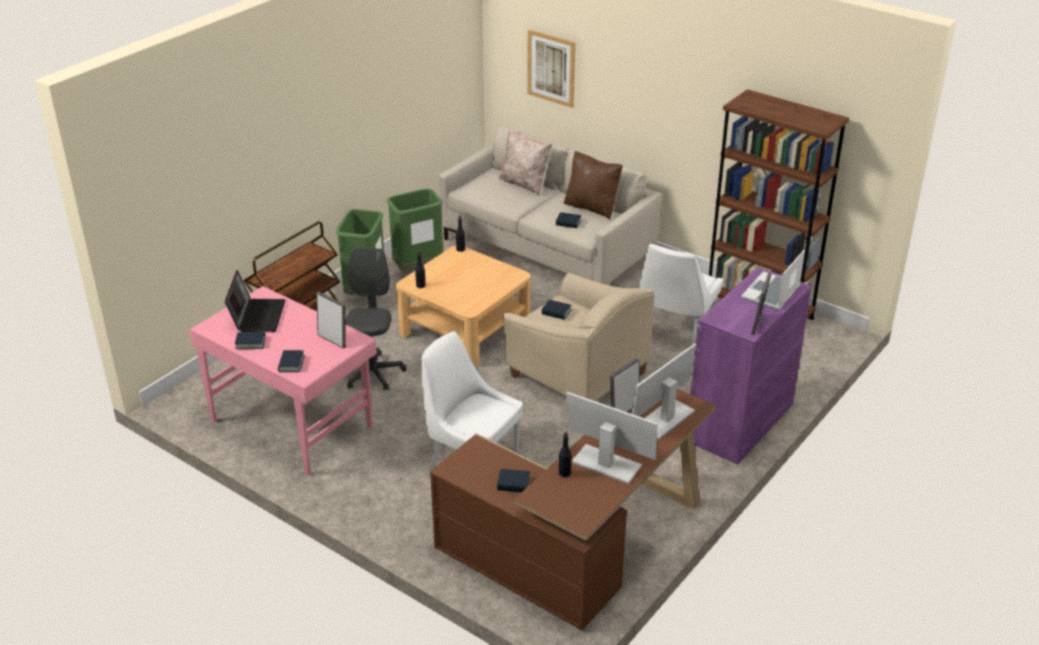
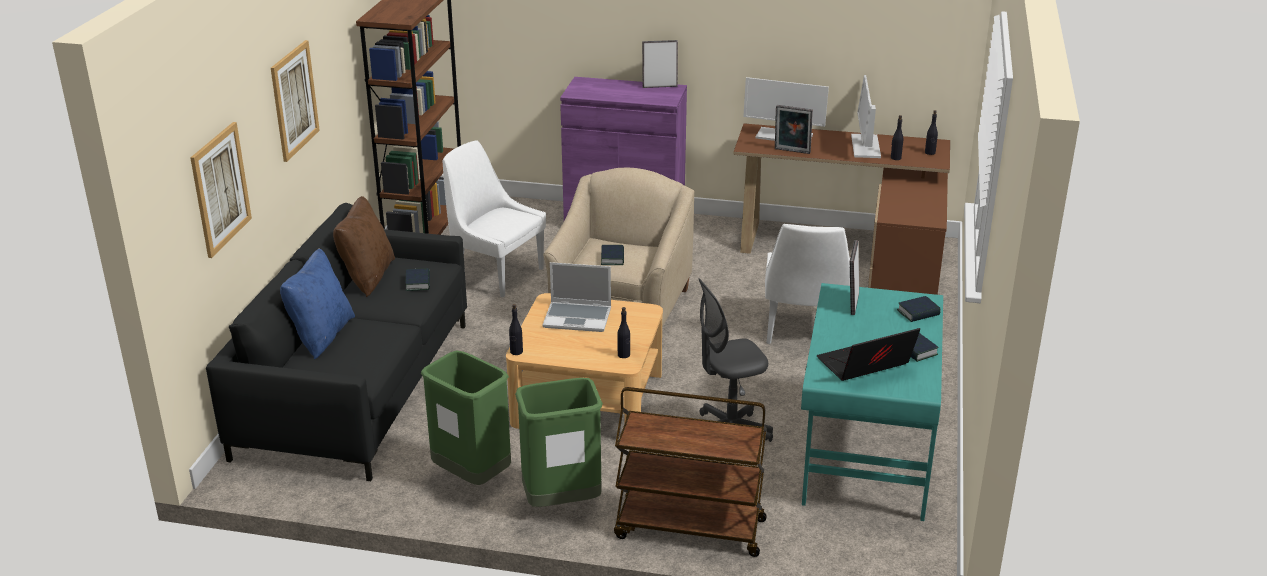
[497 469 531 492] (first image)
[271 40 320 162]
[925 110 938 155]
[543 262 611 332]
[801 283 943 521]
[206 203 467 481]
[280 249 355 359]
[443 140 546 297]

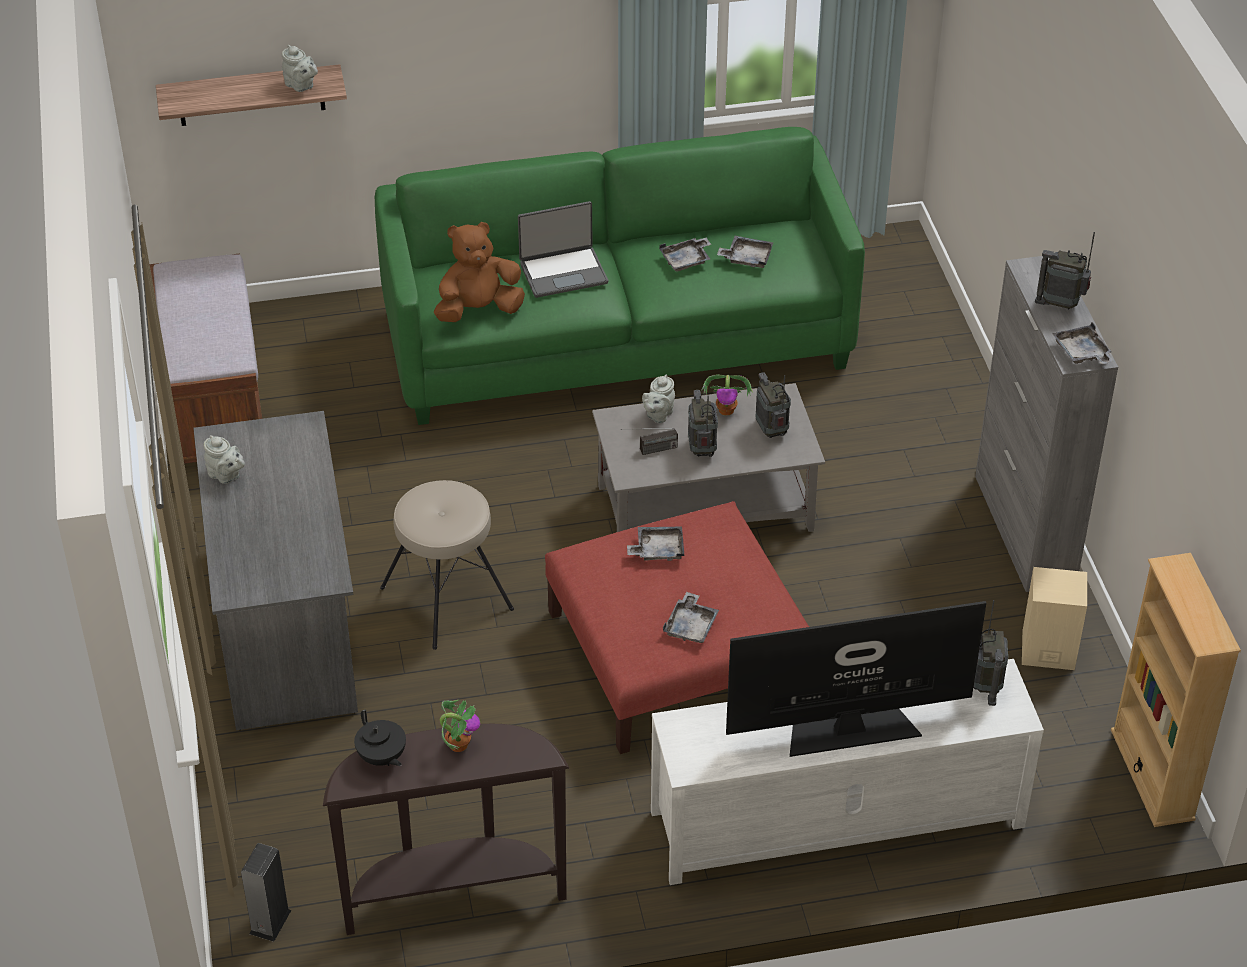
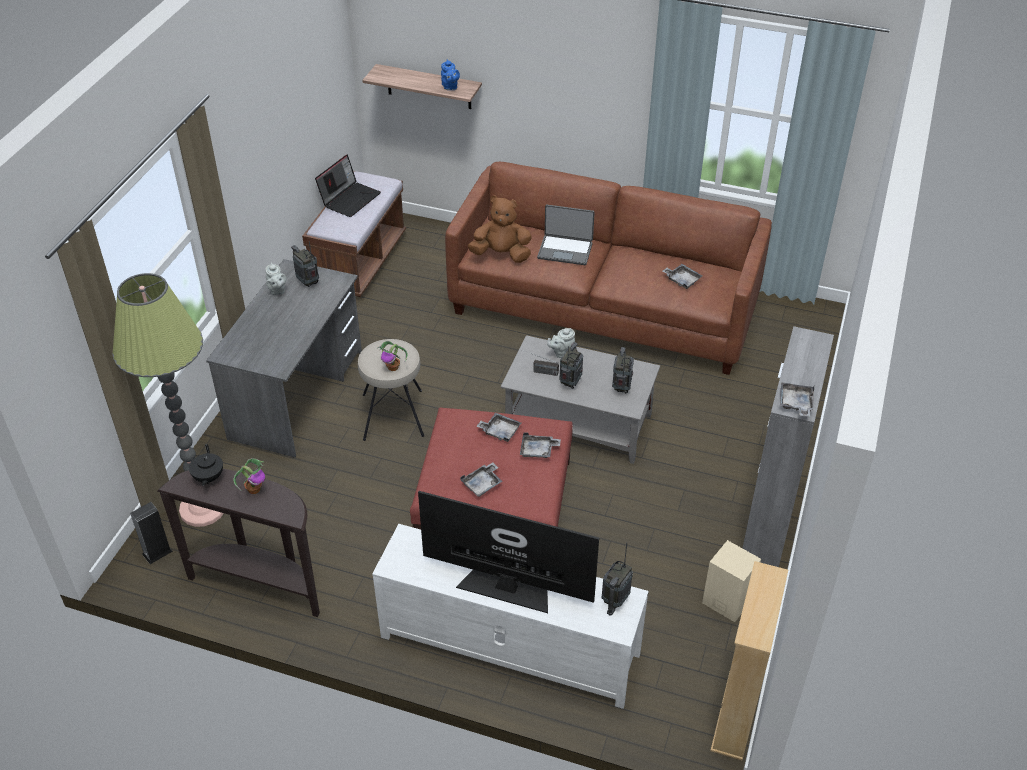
[112 273 224 527]
[315 154 381 217]
[520 433 561 458]
[378 341 408 371]
[291 241 319 287]
[441 59 460 90]
[445 162 772 375]

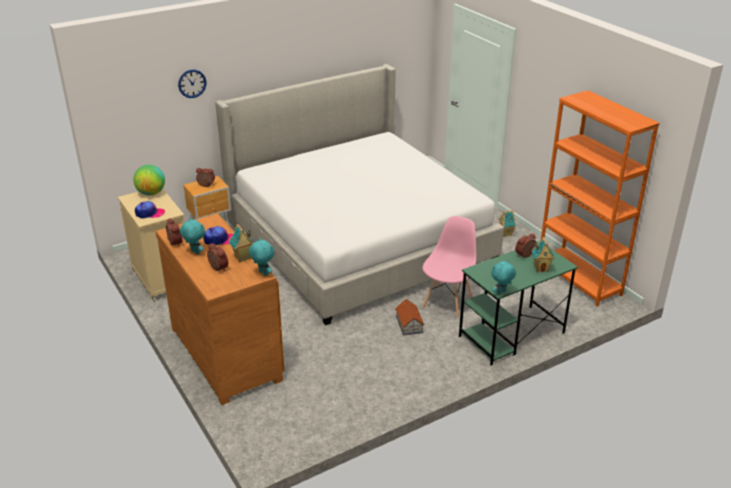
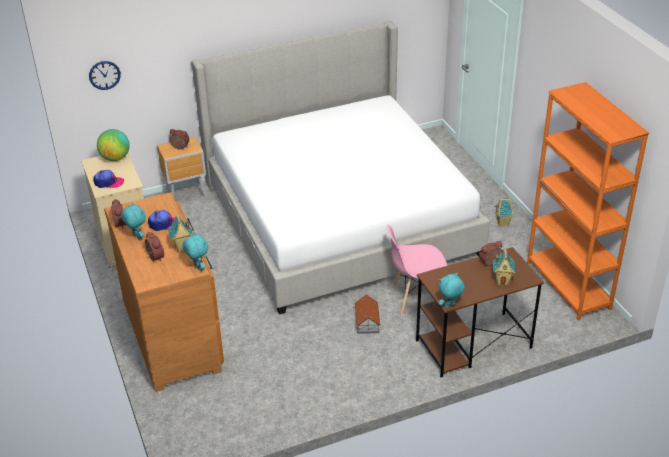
[89 61 121 90]
[416 247 544 377]
[387 224 447 316]

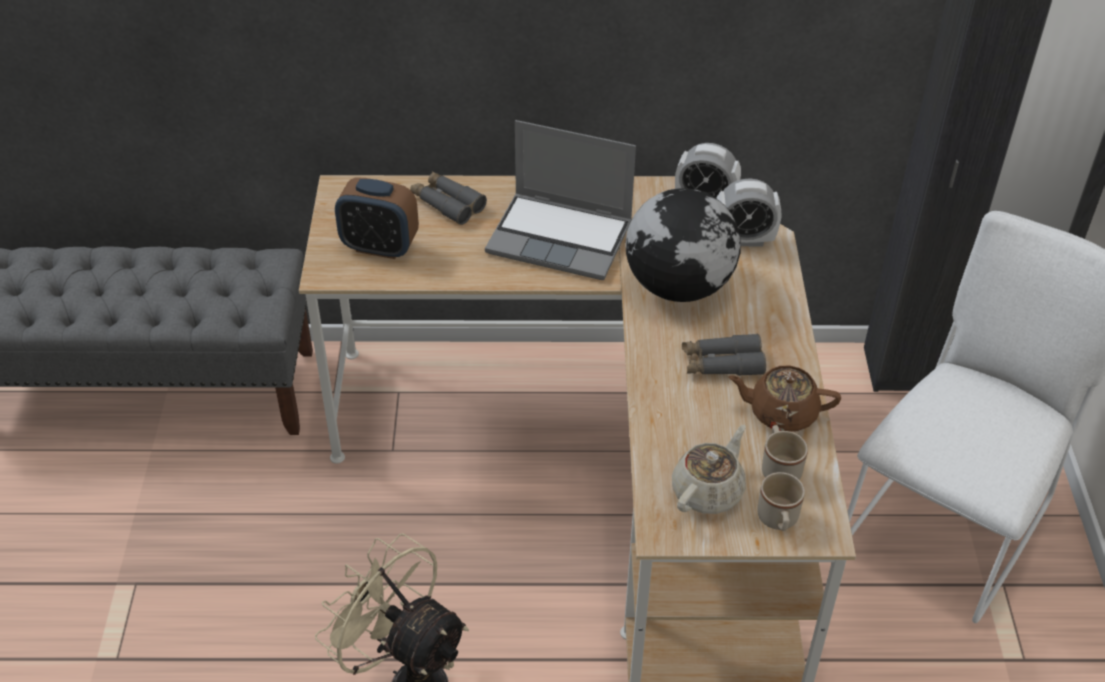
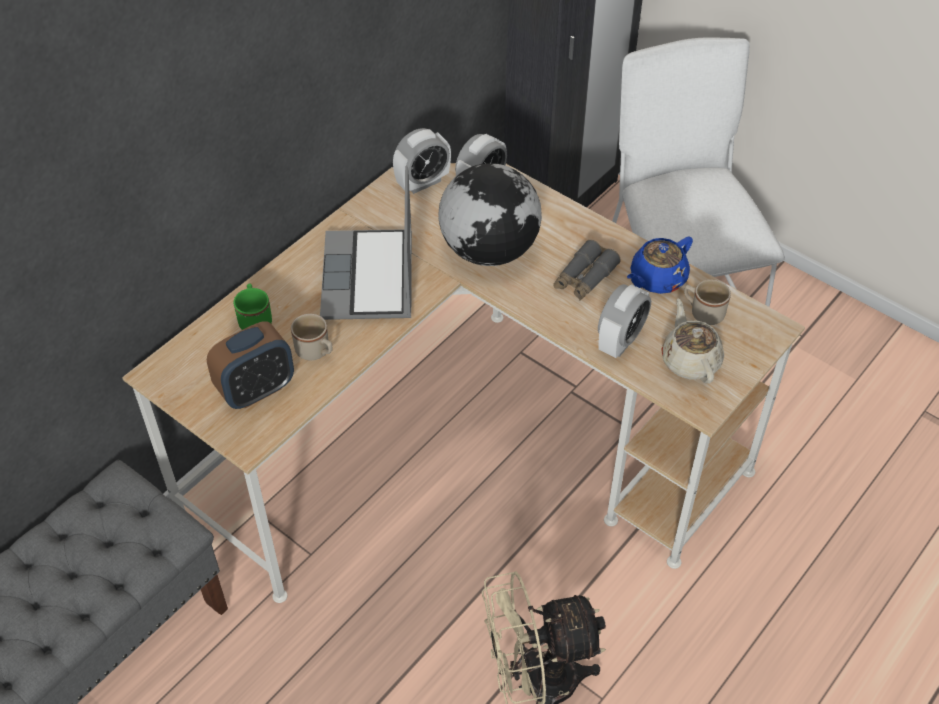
[598 284 651 358]
[291 314 332 360]
[234 284 272 330]
[627 237 693 294]
[320 166 412 320]

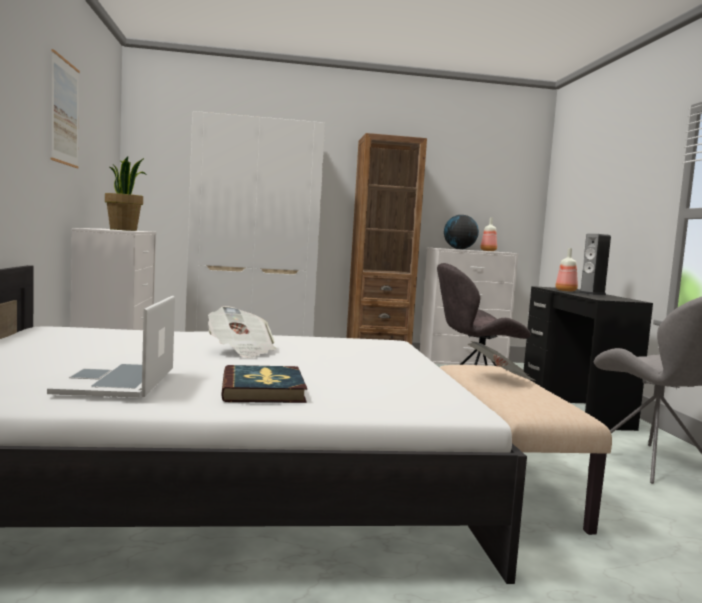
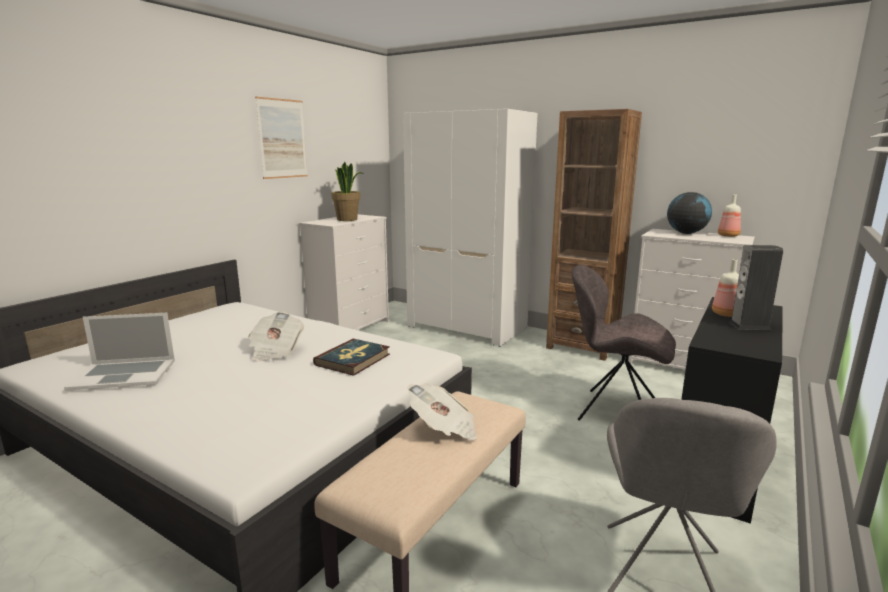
[313 339 390 376]
[64 313 175 391]

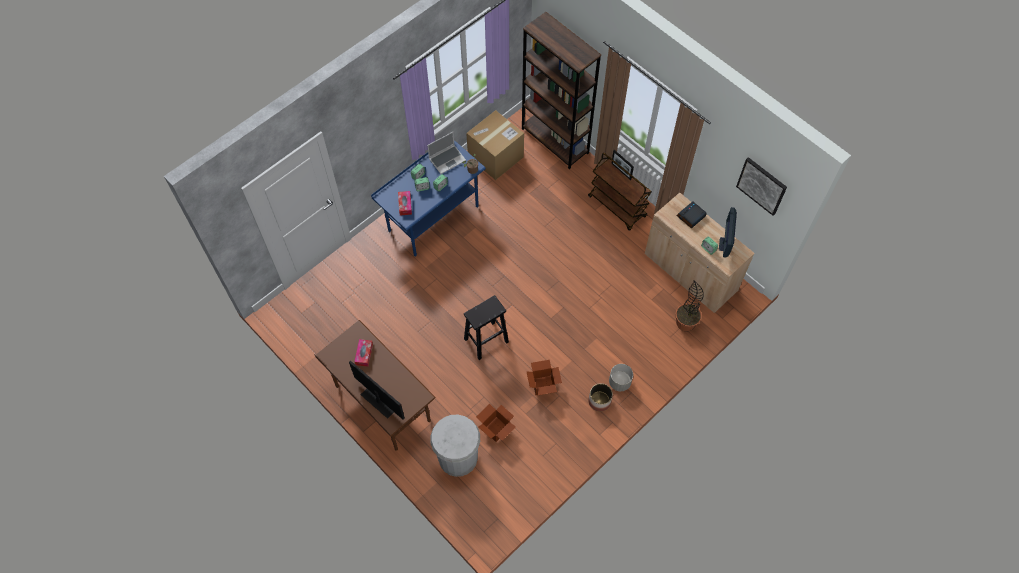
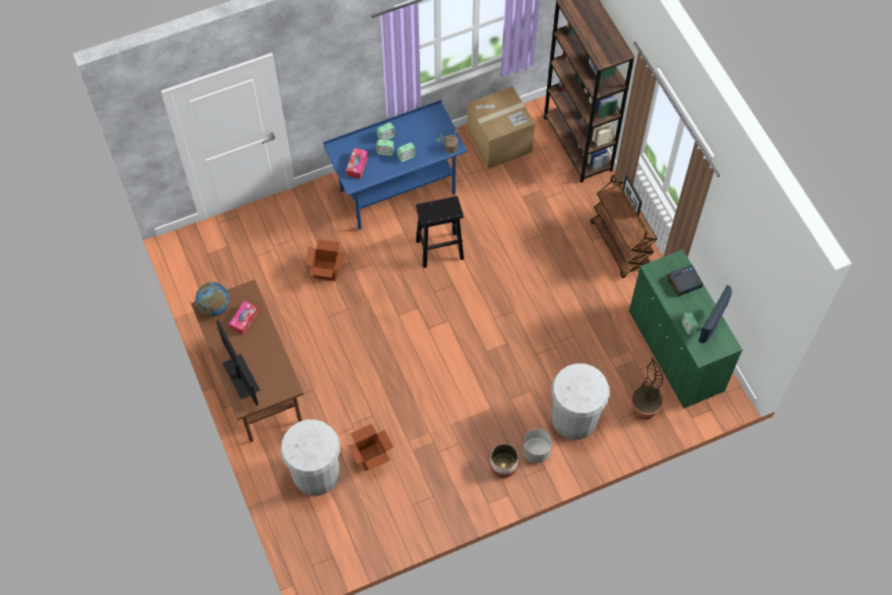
[427 132 466 174] (first image)
[736 157 787 216] (first image)
[195 282 230 316]
[551 363 610 440]
[416 196 464 268]
[304 239 346 281]
[629 249 743 408]

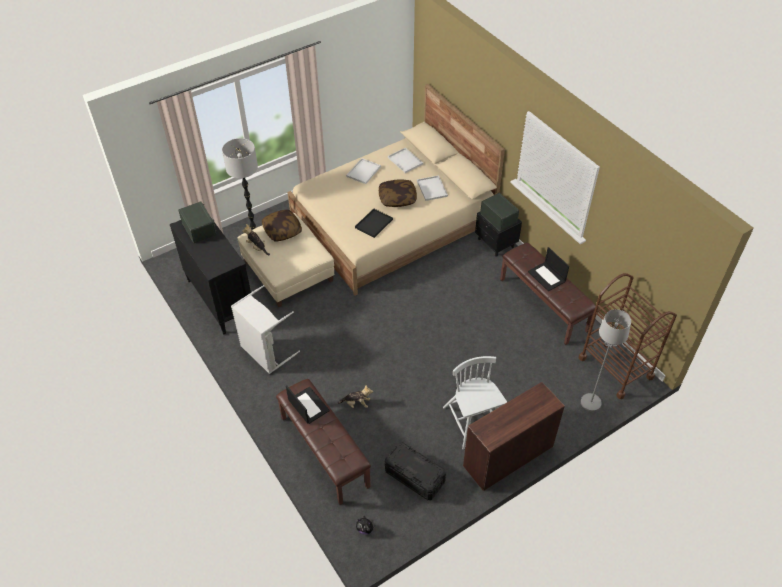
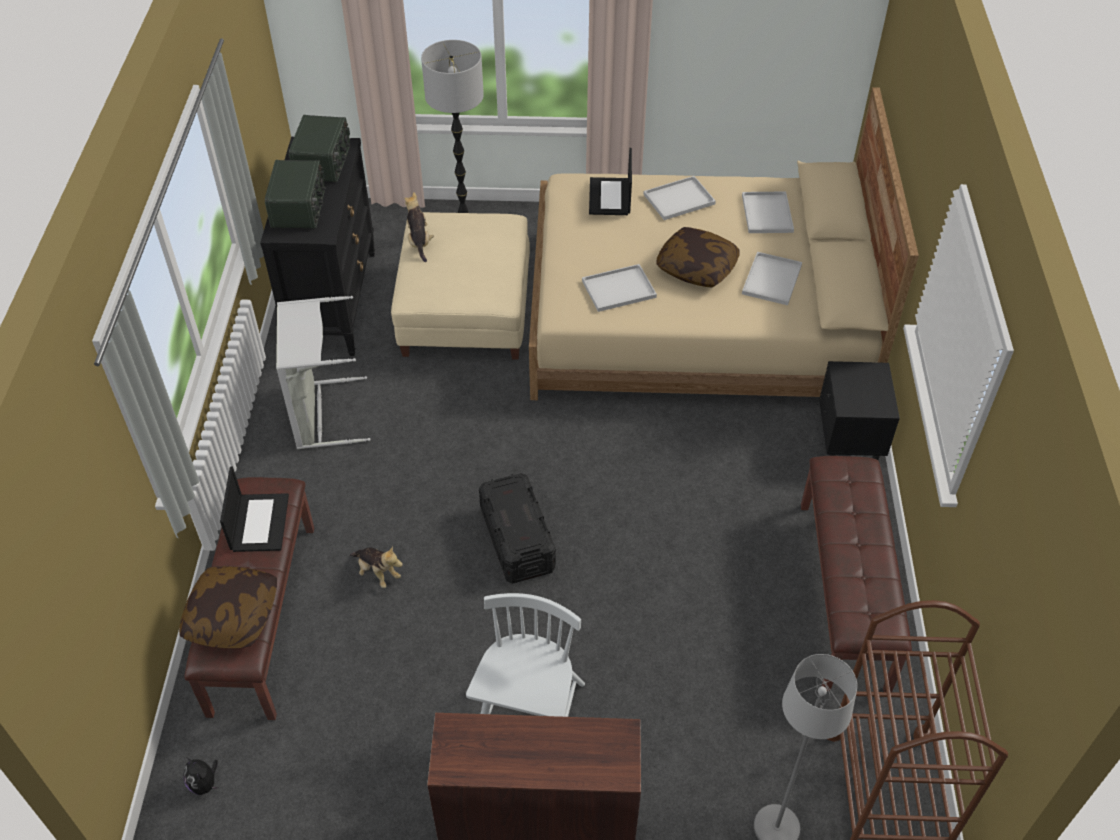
[179 566 277 648]
[479 473 556 584]
[265 160 326 228]
[589 148 632 215]
[582 264 657 312]

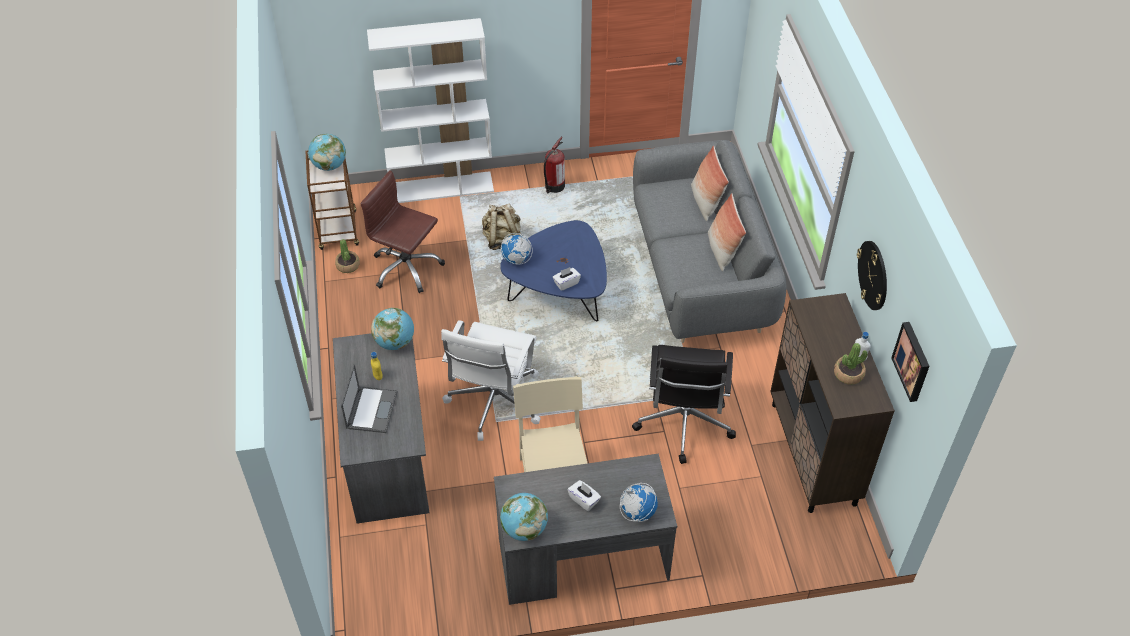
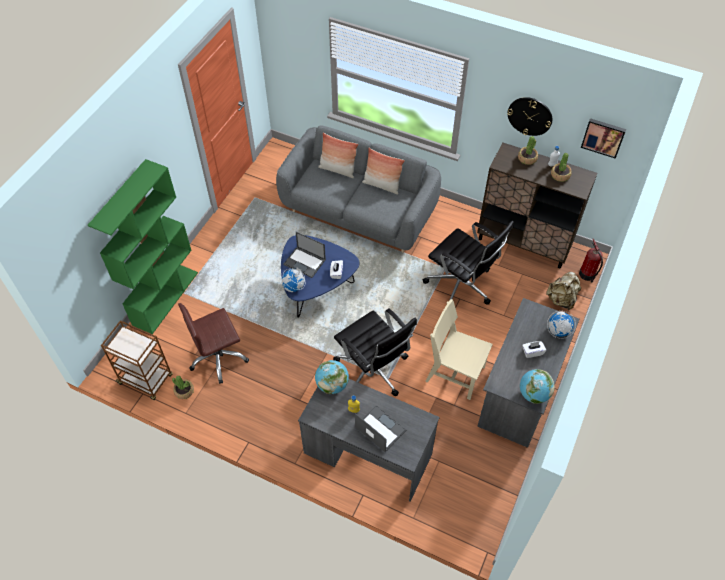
[308 134 346 171] (first image)
[283 232 326 278]
[518 136 538 165]
[546 272 581 310]
[579 239 603 282]
[88 159 198 334]
[333 308 417 396]

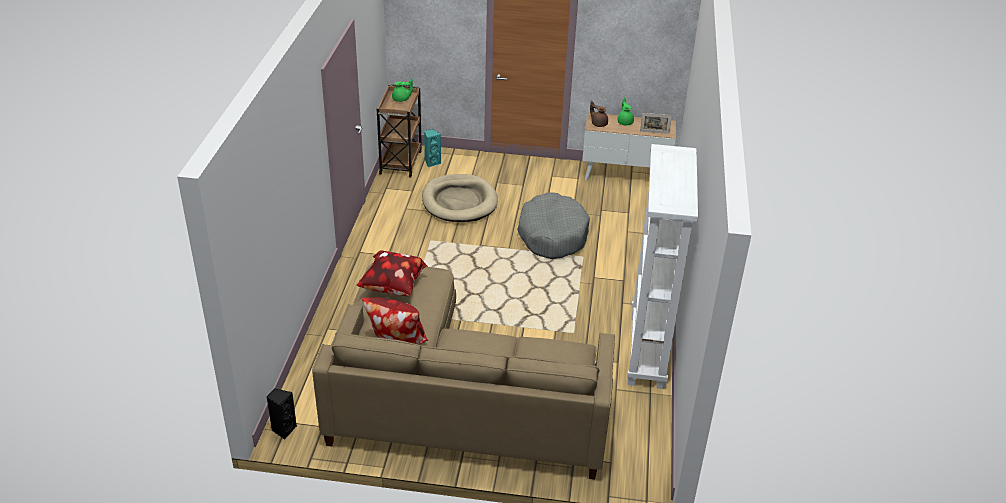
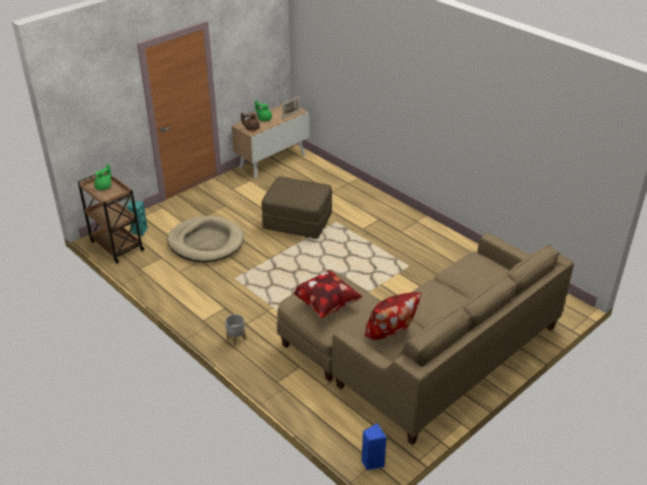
[627 144 698 389] (first image)
[225 314 245 346]
[262 176 332 239]
[362 423 387 470]

